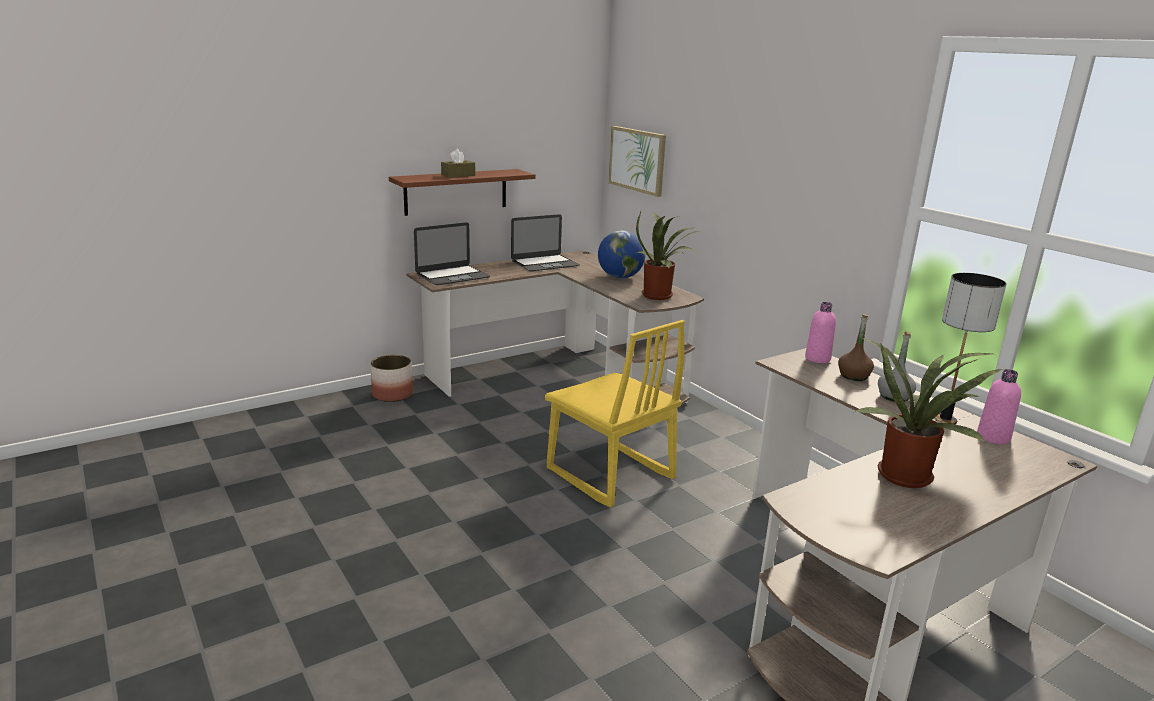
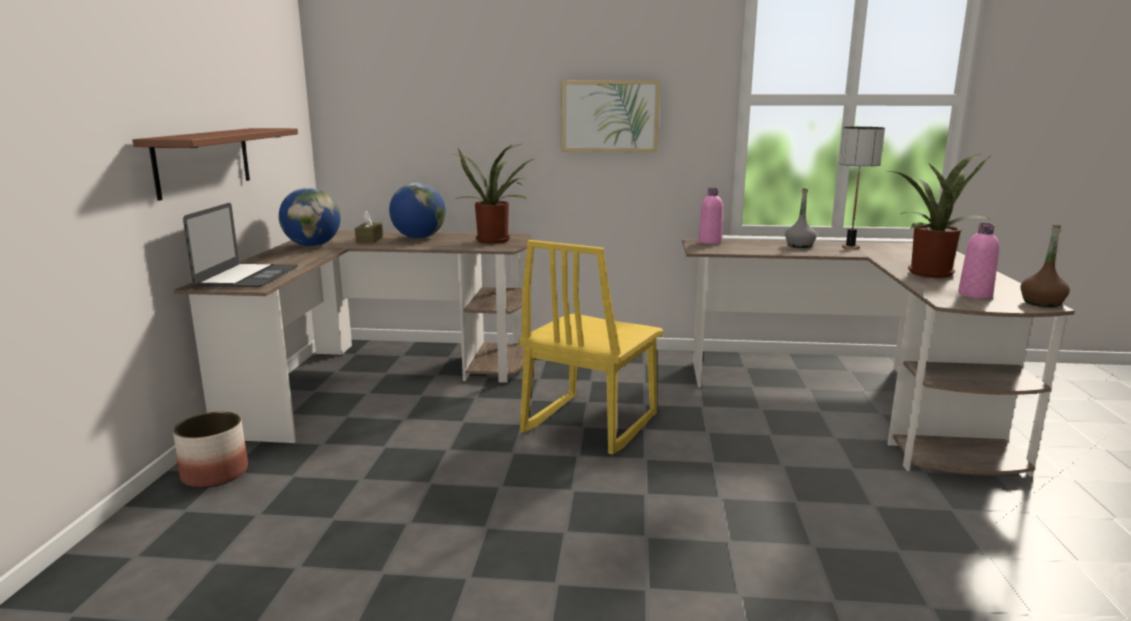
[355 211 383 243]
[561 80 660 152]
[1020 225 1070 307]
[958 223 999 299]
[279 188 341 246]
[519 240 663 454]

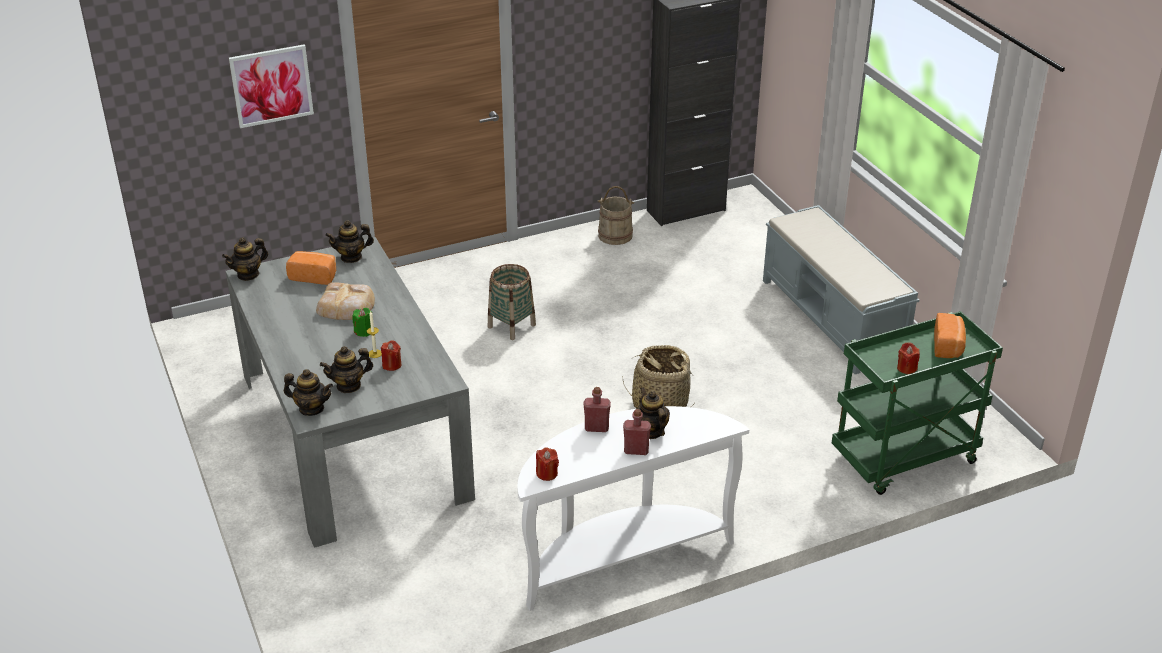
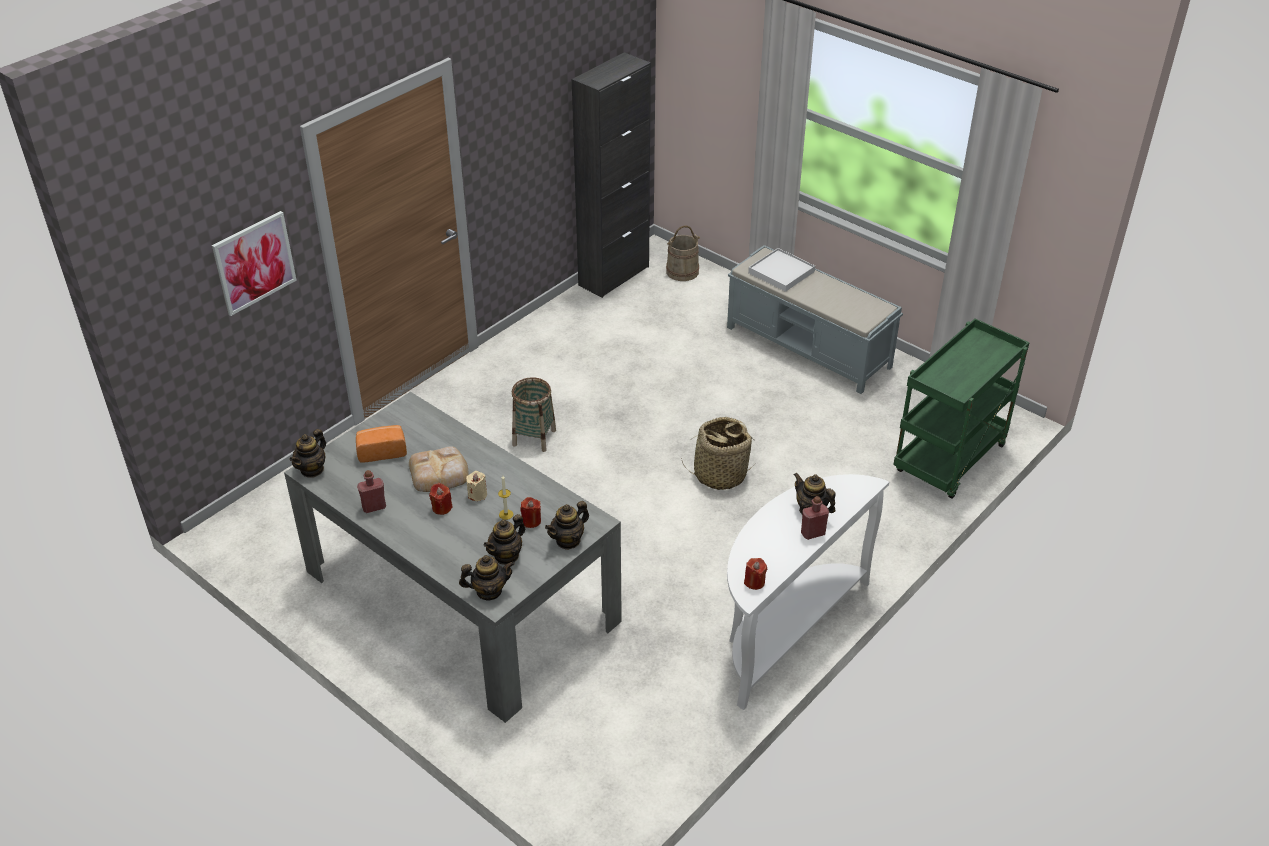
[934 313 966 358] (first image)
[748 248 815 292]
[545 501 589 550]
[357 470 386 513]
[666 226 700 281]
[429 483 453 515]
[466 471 487 501]

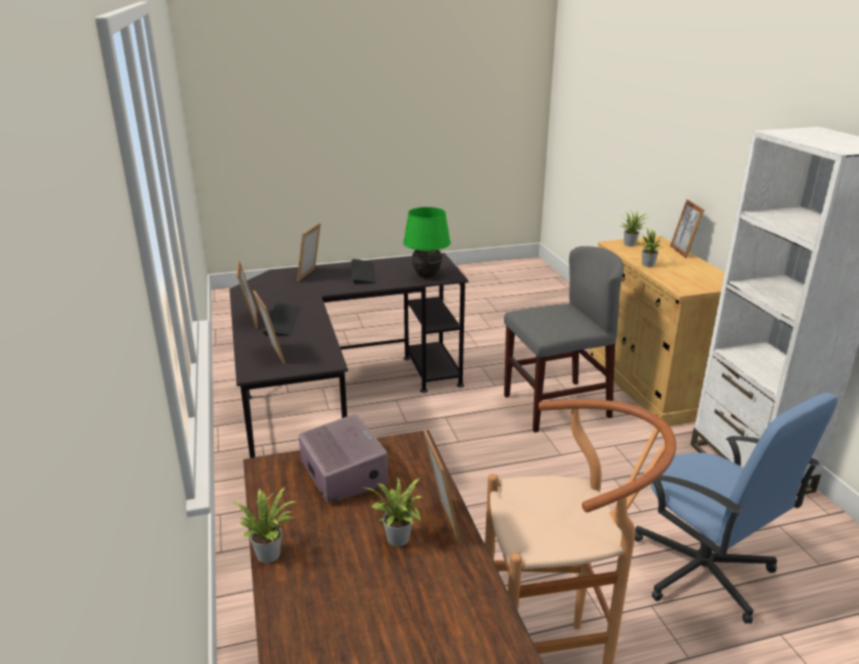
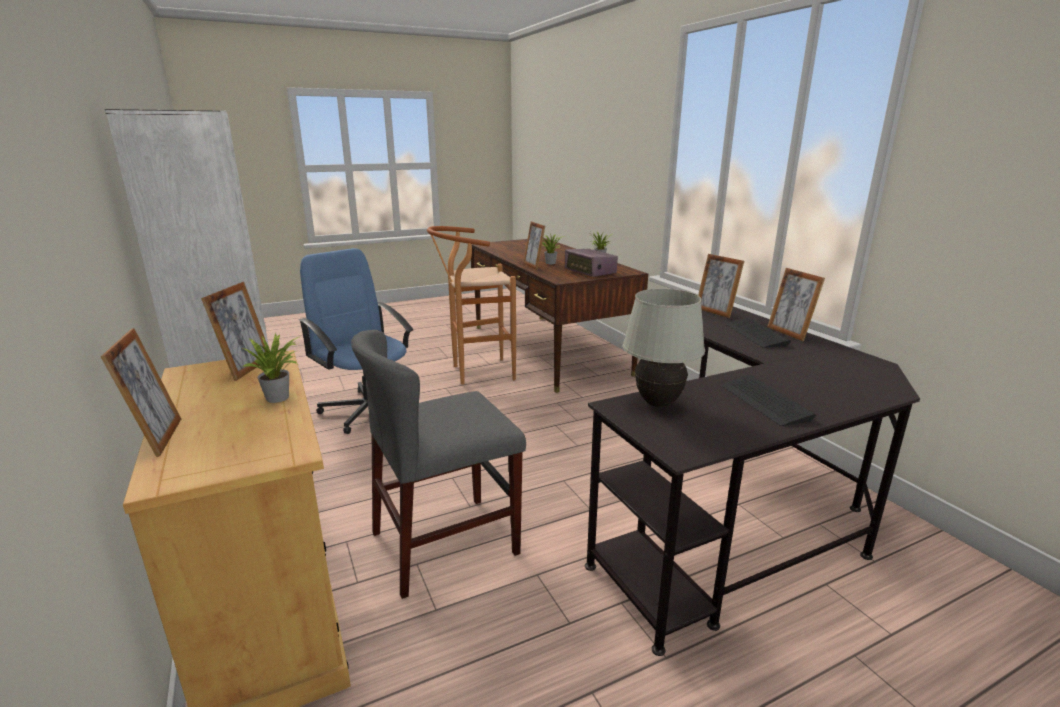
[621 211 649 246] (first image)
[201 282 266 381]
[623 289 705 407]

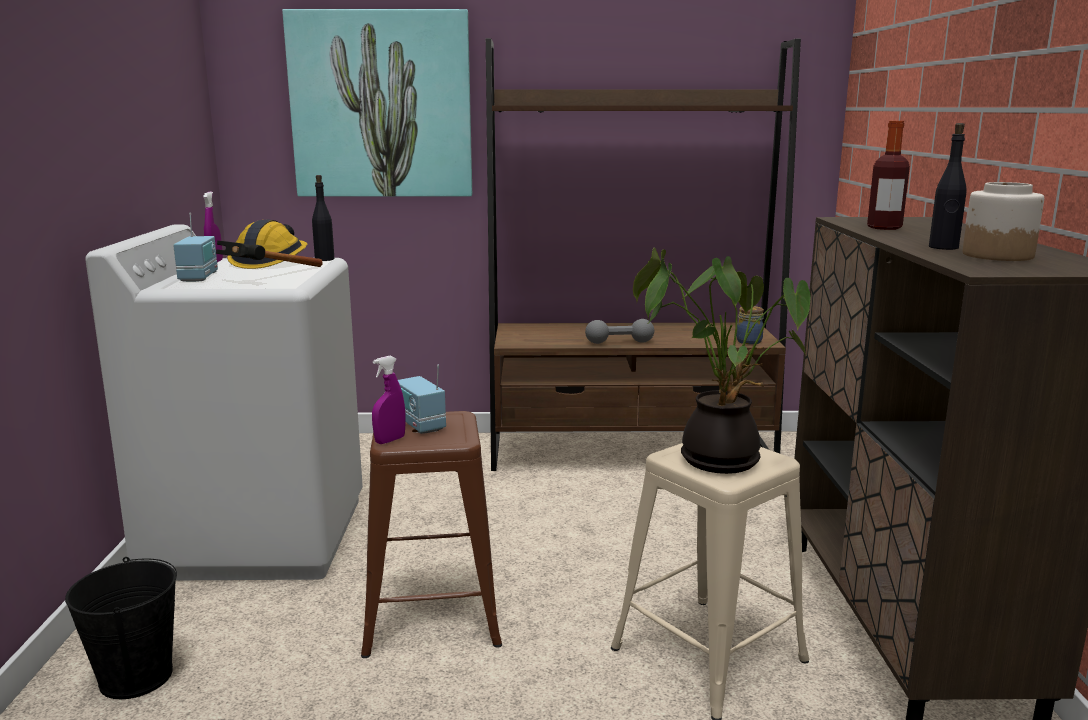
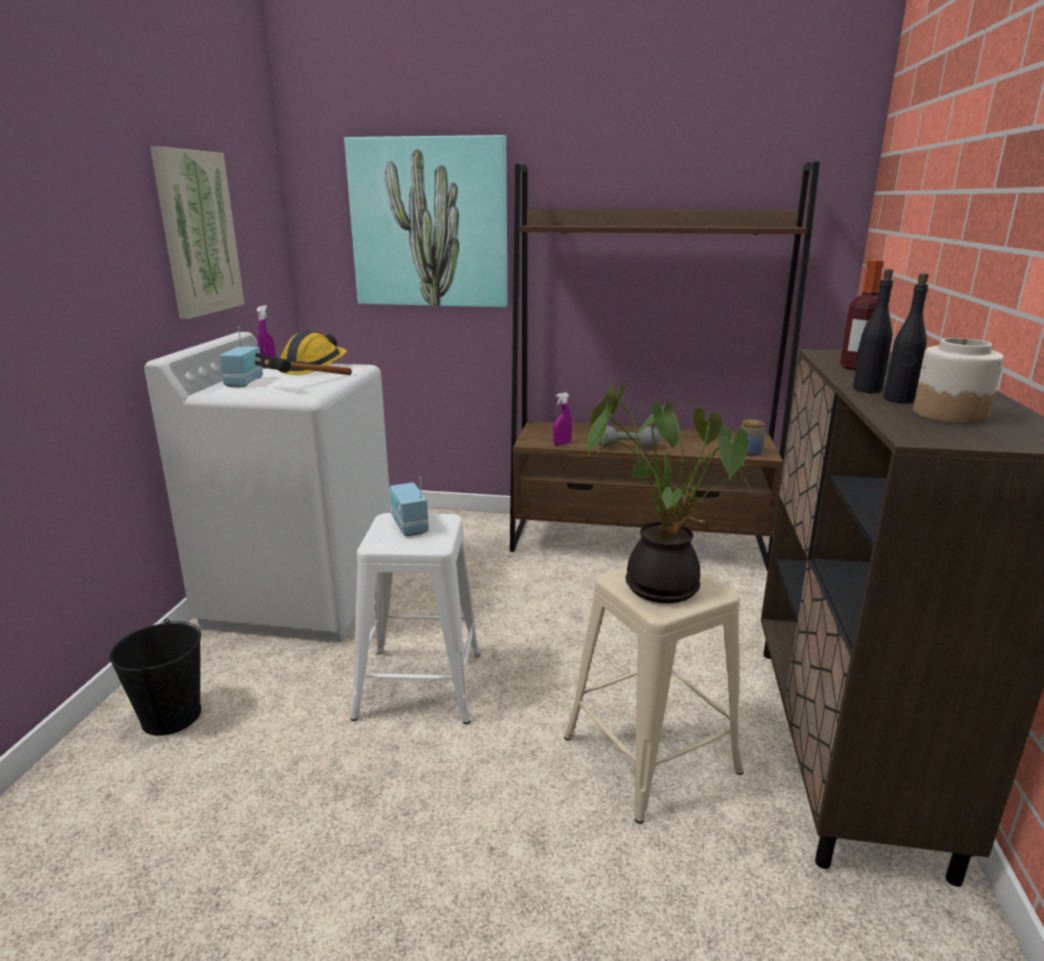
[150 146 244 319]
[853 269 893 393]
[553 392 572 445]
[350 513 481 724]

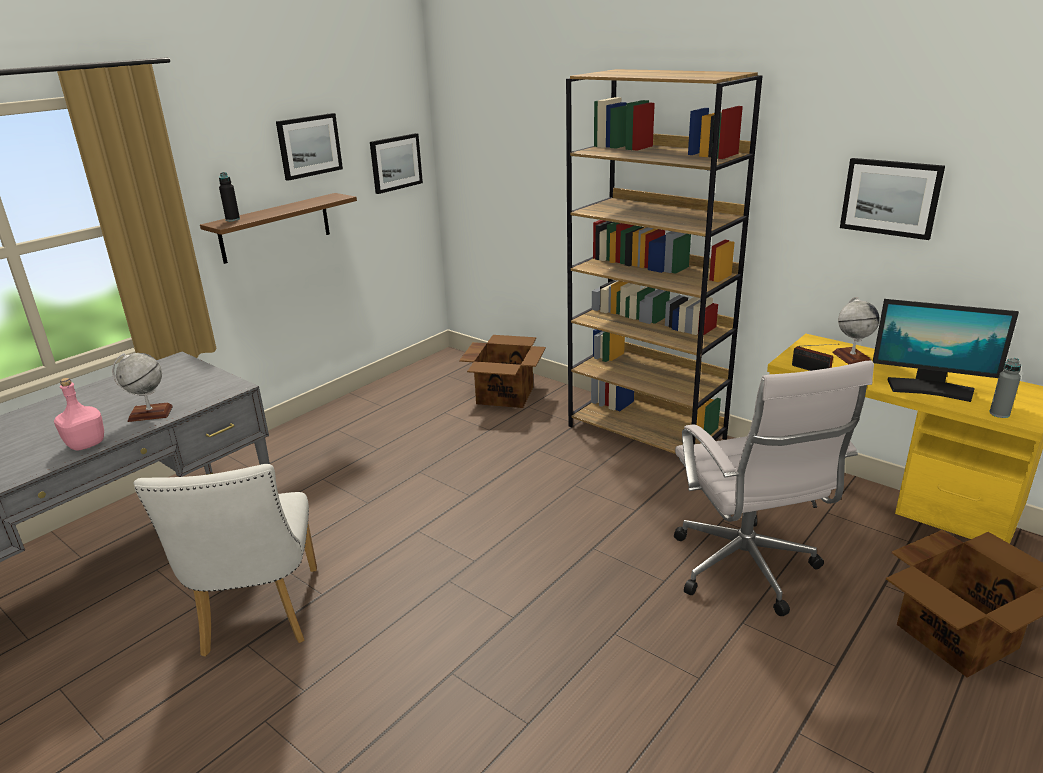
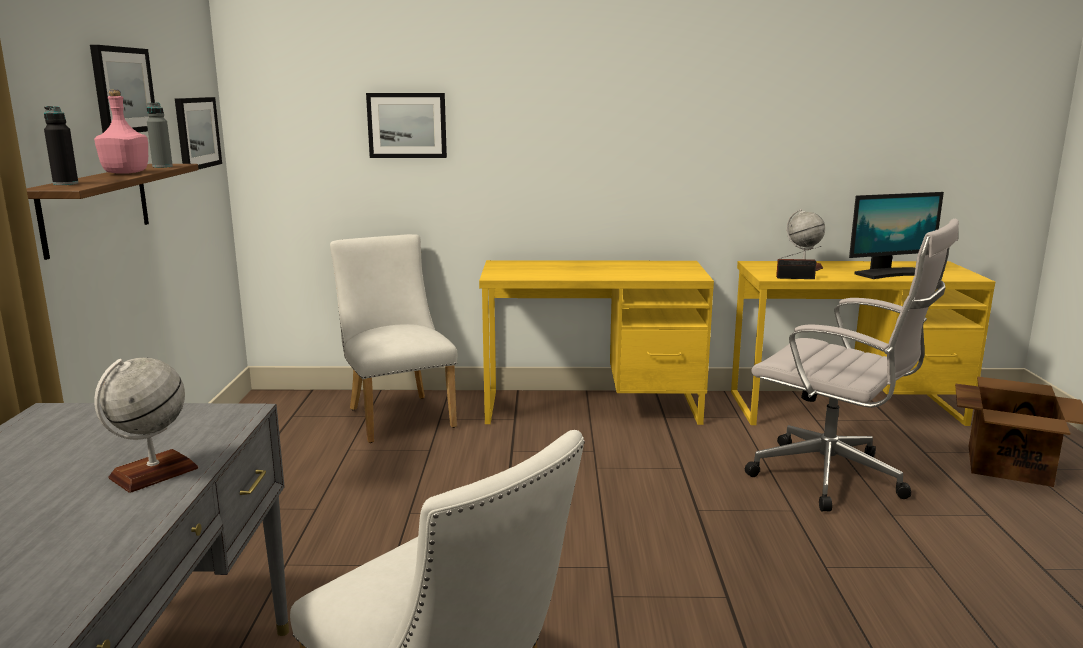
[94 90 148 174]
[366 93 447 158]
[147 102 173 168]
[330 234 457 443]
[479 260 714 425]

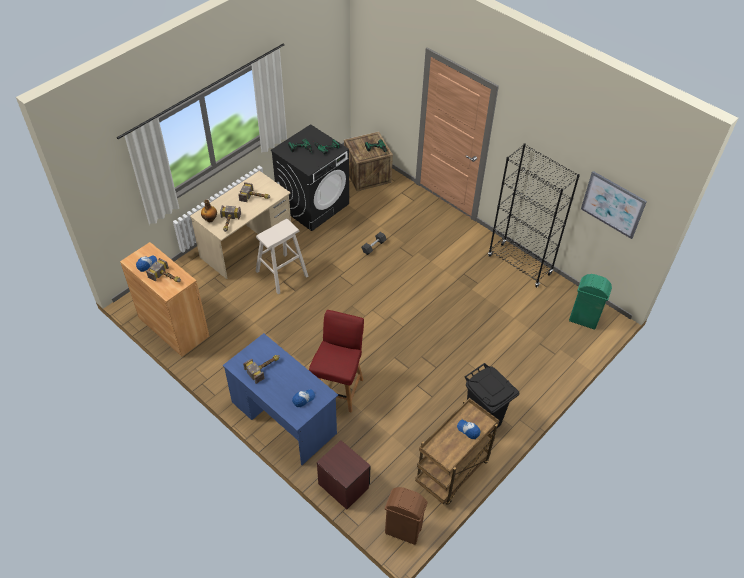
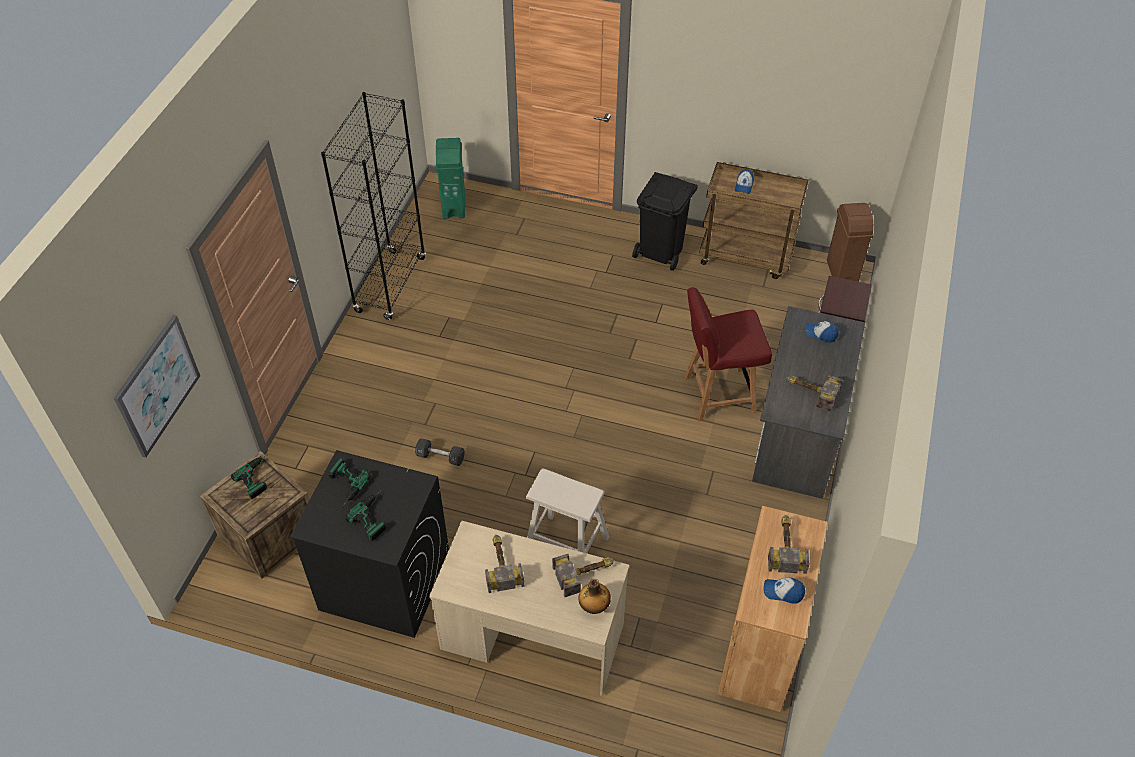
[114 315 200 458]
[752 306 865 499]

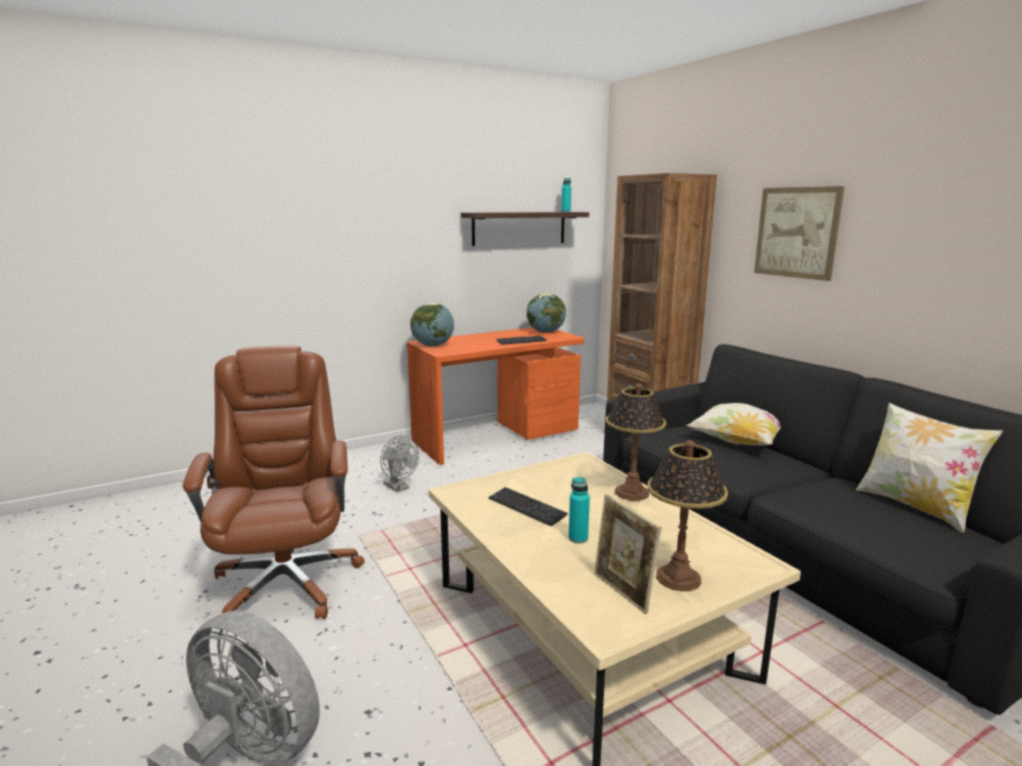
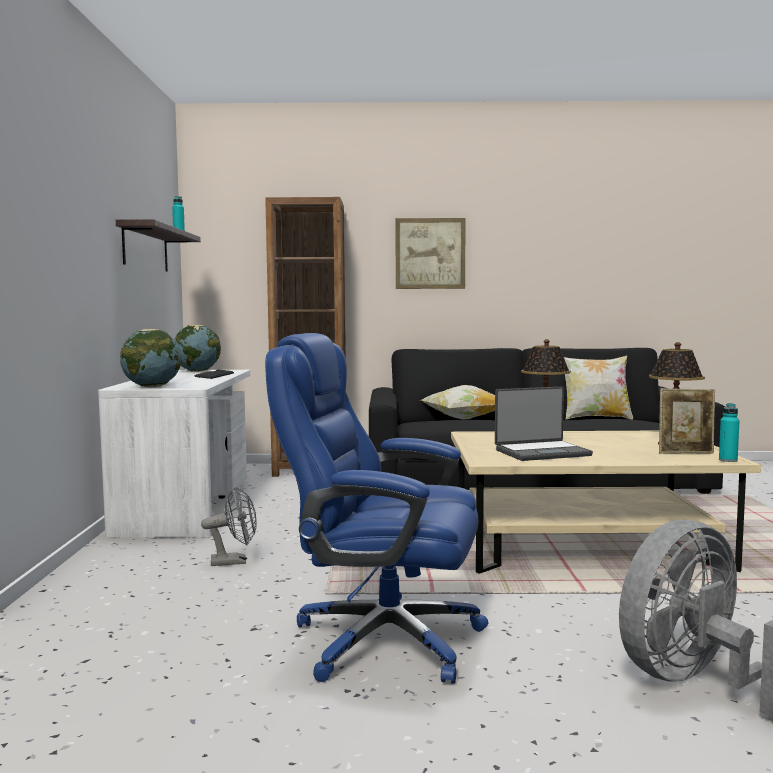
[719 403 739 462]
[495 387 593 461]
[265 333 488 684]
[98 370 250 538]

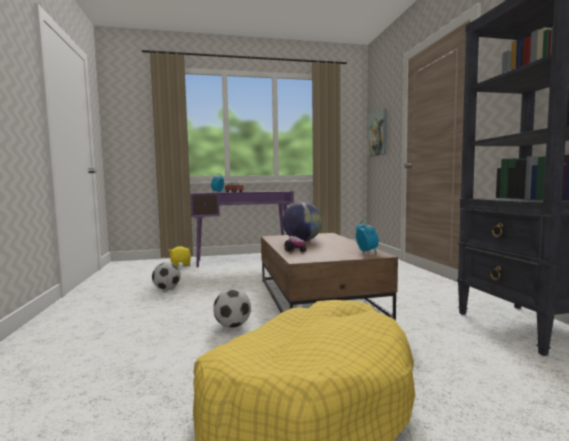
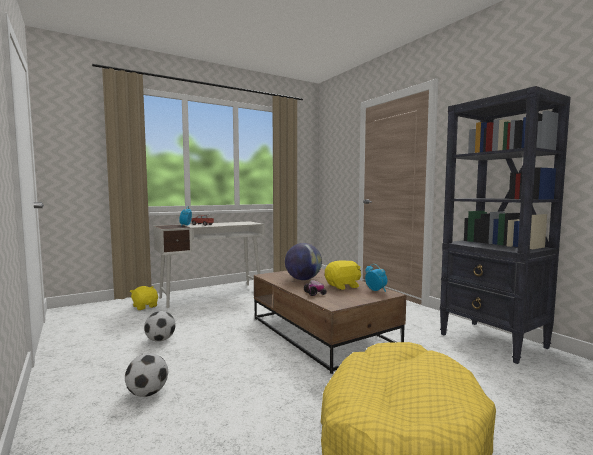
[368 108 387 157] (first image)
[325 260 361 290]
[125 353 168 397]
[153 221 265 308]

